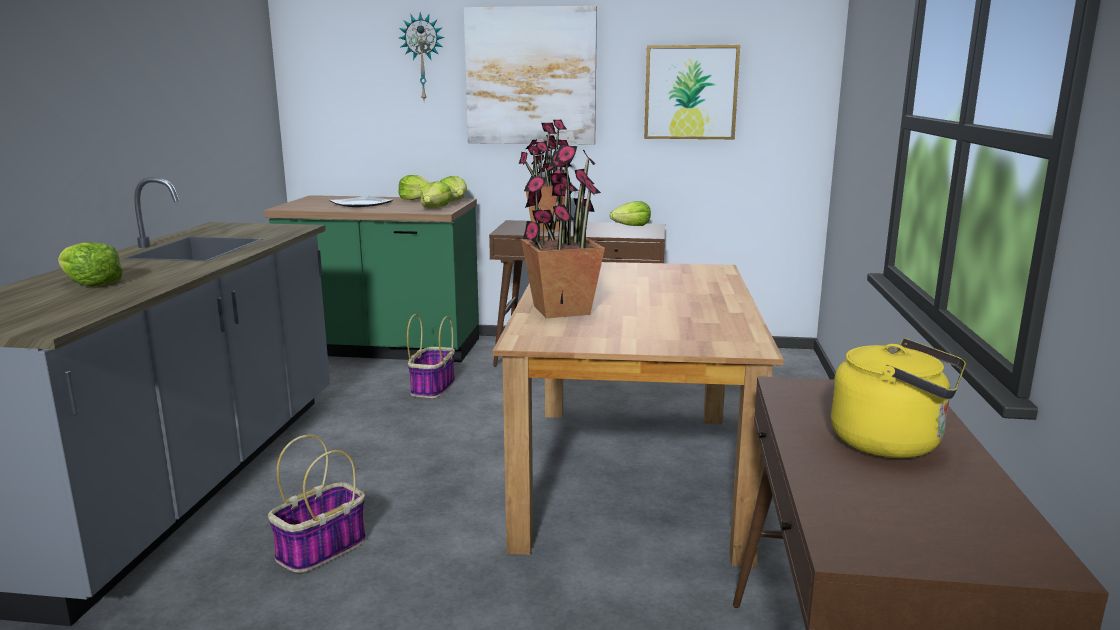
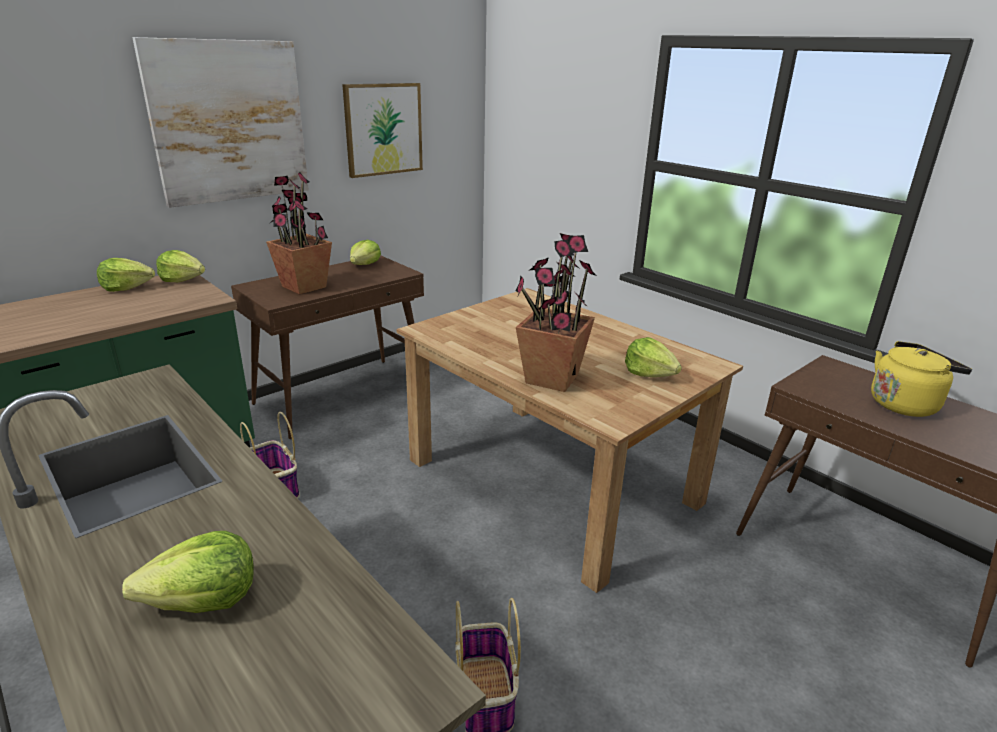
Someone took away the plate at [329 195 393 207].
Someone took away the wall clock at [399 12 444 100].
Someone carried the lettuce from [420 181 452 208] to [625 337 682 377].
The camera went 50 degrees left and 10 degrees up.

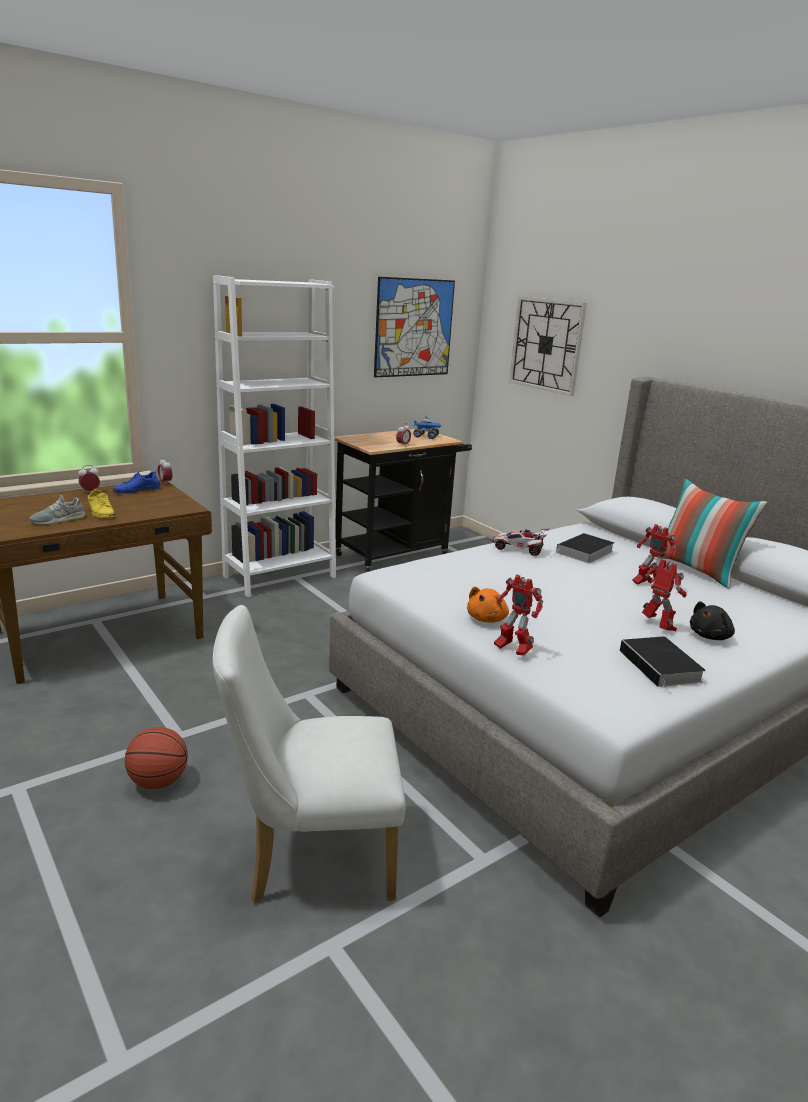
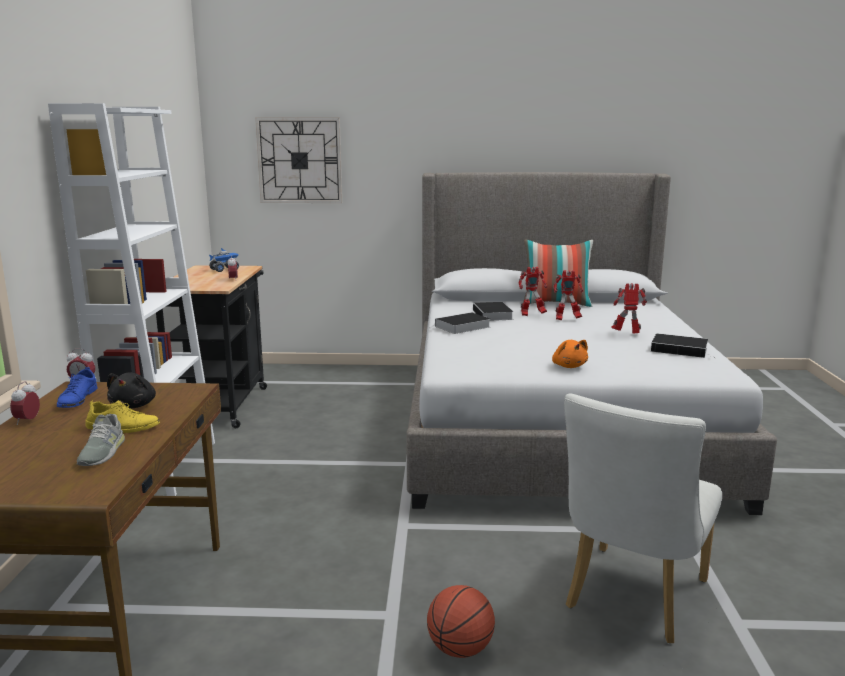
Someone took away the picture at [374 277 455 377].
Someone carried the toy robot from [494 574 543 656] to [518 267 547 316].
Someone carried the plush toy in black from [690 601 735 640] to [107 372 156 409].
Someone swapped the toy car at [492 529 549 556] for the book at [430 312 490 334].
The camera went 50 degrees left and 5 degrees down.

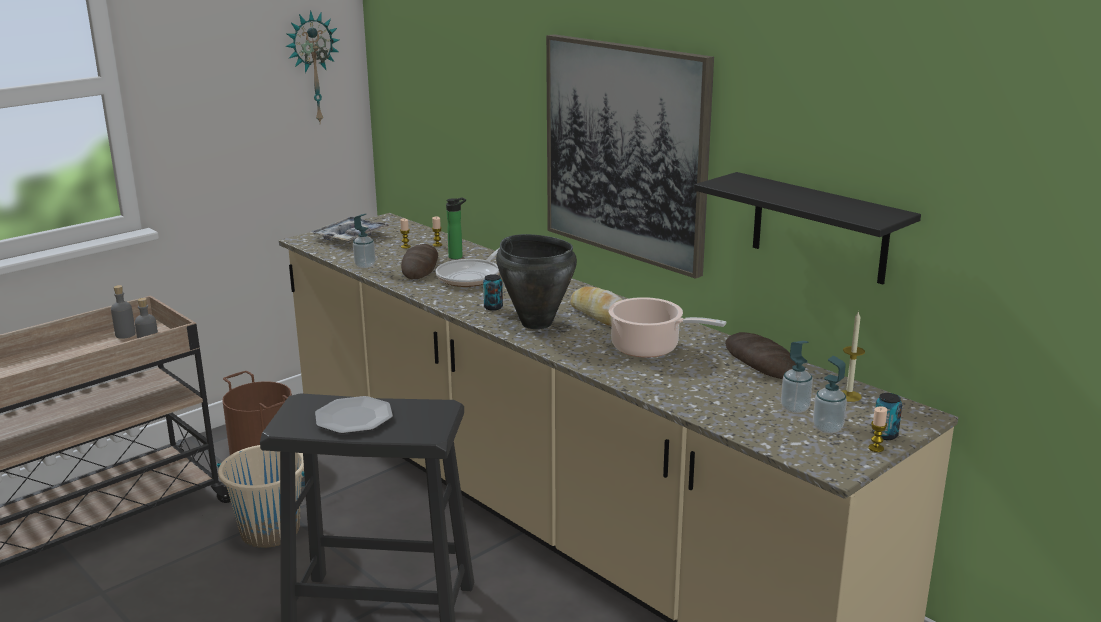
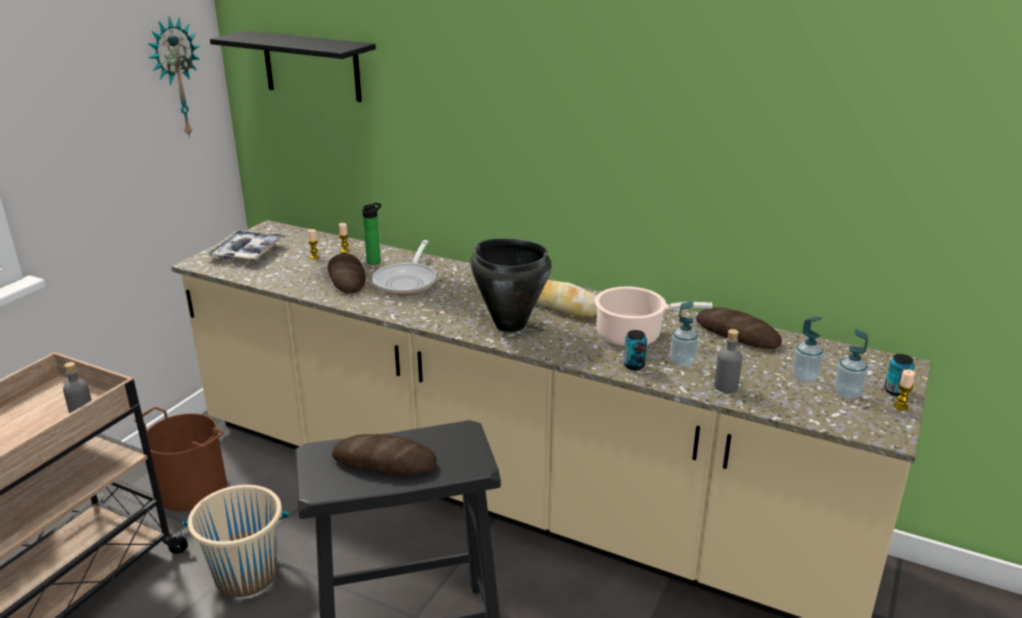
Someone took away the picture at [546 34 714 279].
Someone took away the candle at [842 311 865 402].
Someone carried the bottle in grey from [111 285 136 339] to [714 329 742 393].
Someone carried the soap dispenser from [353 214 376 268] to [670 301 699 367].
Someone carried the can from [483 274 503 311] to [624 330 647 370].
Someone carried the shelf in black from [694 172 921 284] to [210 31 376 102].
Someone swapped the plate at [315 396 393 434] for the bread at [332 434 437 475].
The camera went 20 degrees left and 5 degrees up.

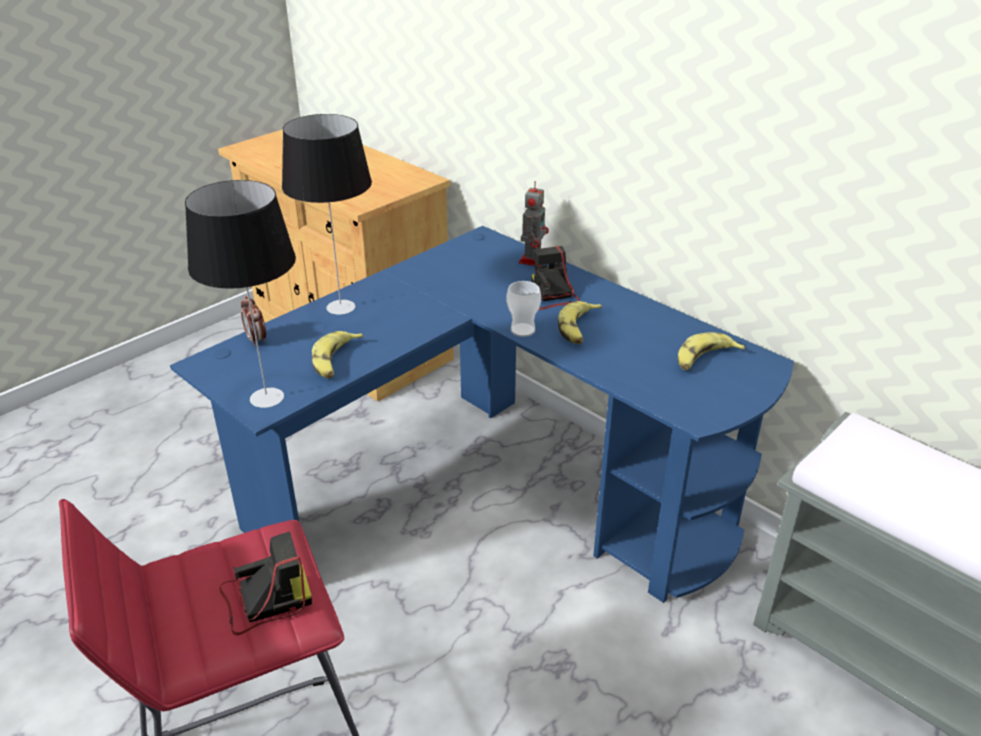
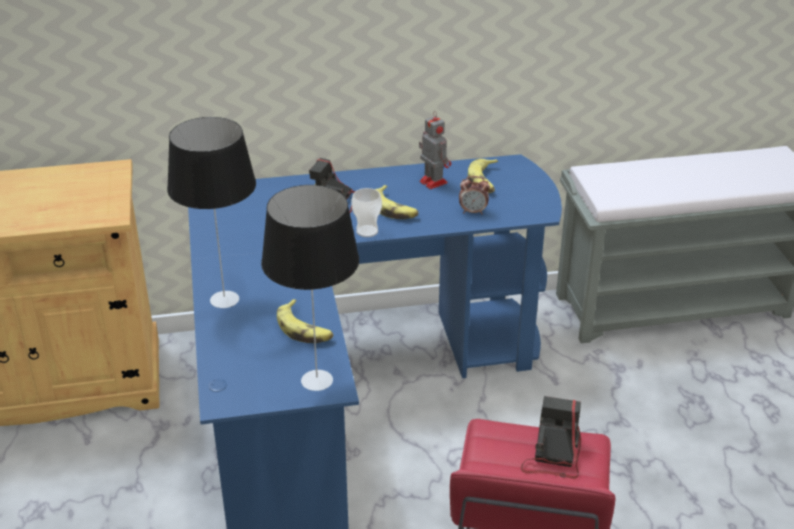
Someone carried the alarm clock from [241 296 266 347] to [459 176 490 214].
Someone carried the toy robot from [519 181 549 266] to [419 111 451 189].
The camera went 55 degrees left and 0 degrees up.

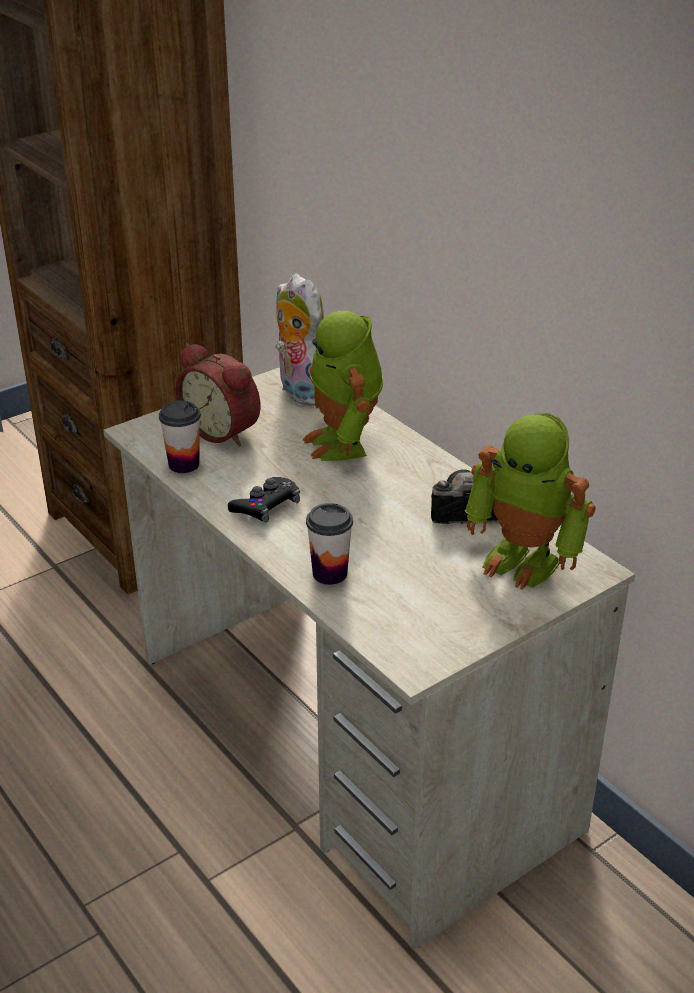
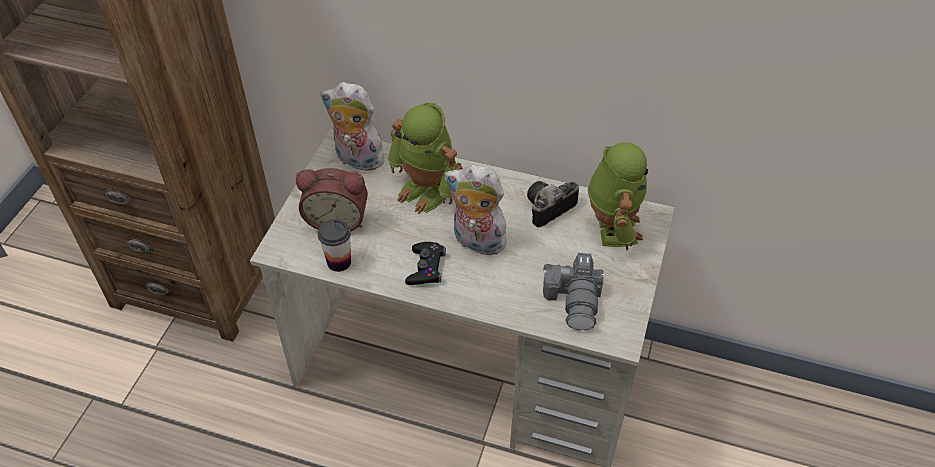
Someone took away the cup at [306 503 353 585].
Someone put down the plush toy at [445 165 507 258].
Someone put down the photo camera at [543 253 606 330].
Someone rotated the toy robot at [465 413 596 590] by 90 degrees counterclockwise.
The camera went 35 degrees left and 15 degrees up.

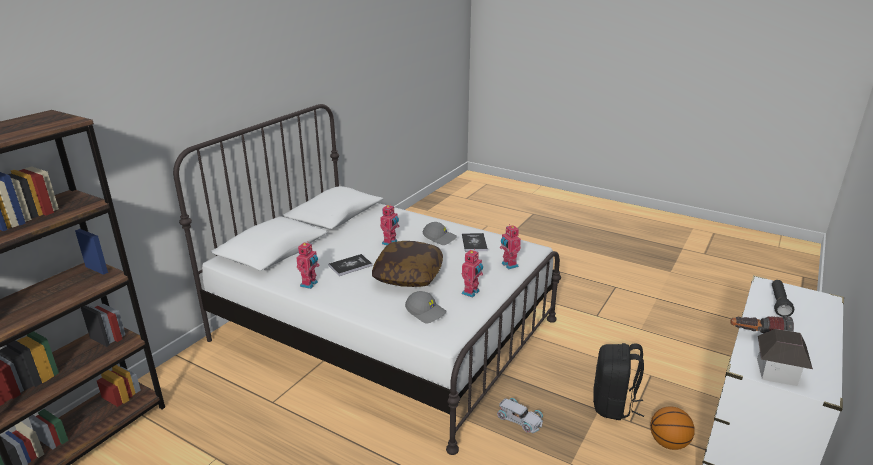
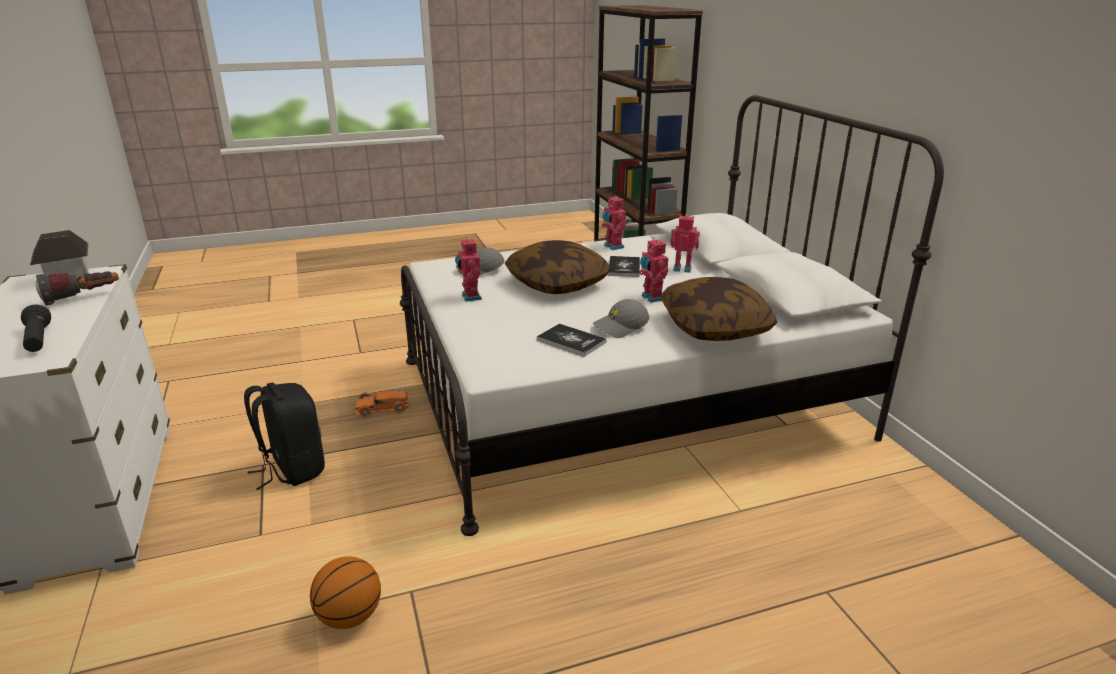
Someone put down the pillow at [661 277 777 341].
Someone carried the toy robot from [500 224 521 269] to [670 215 700 273].
Someone carried the basketball from [650 406 695 450] to [310 556 381 629].
Someone repainted the toy car in white at [497 398 543 433], which became the toy car in orange at [355 388 409 417].
The camera went 130 degrees right and 0 degrees up.

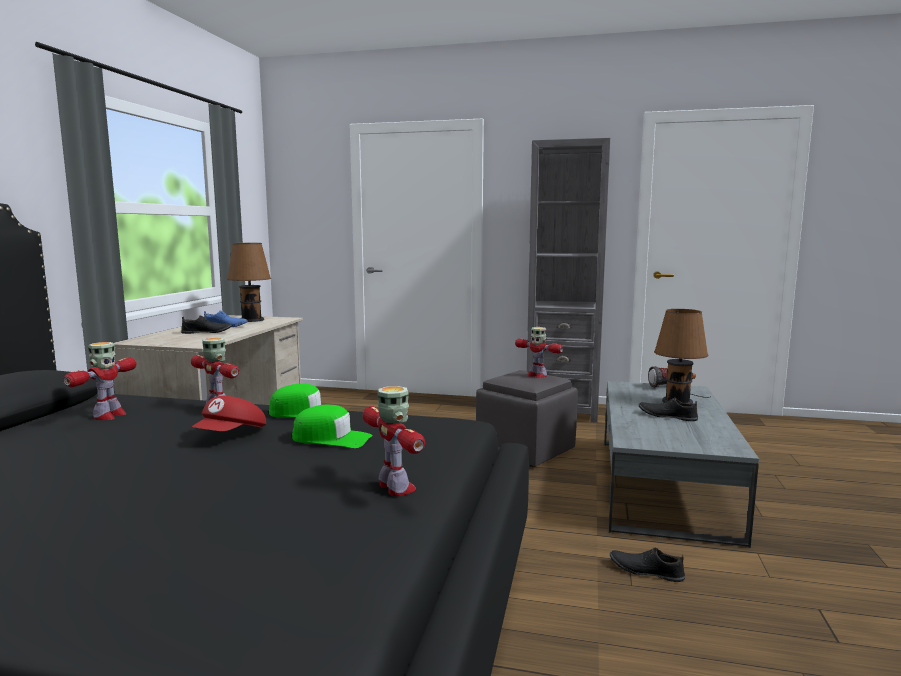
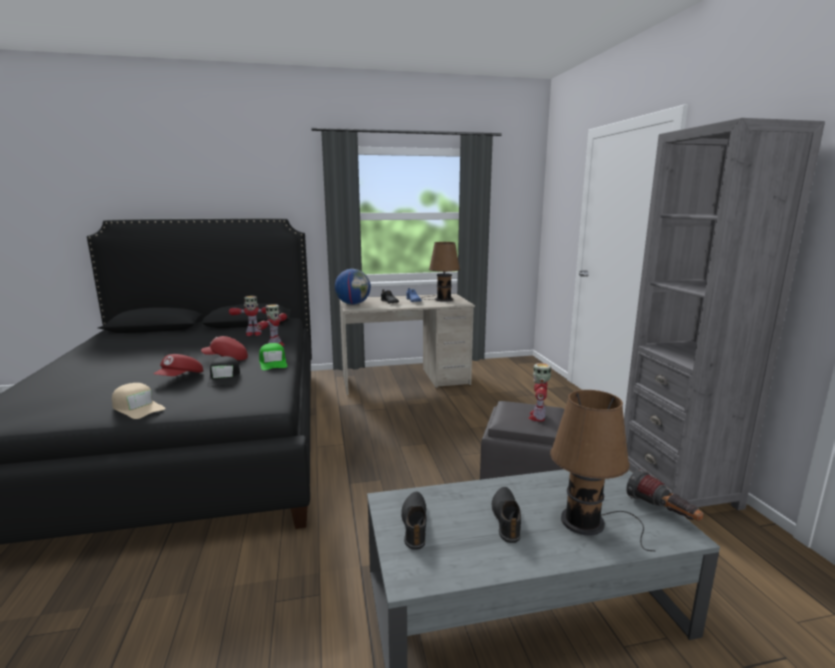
Someone put down the cap in red at [154 354 203 376].
Someone put down the globe at [335 269 371 305].
Someone carried the shoe in black from [610 547 685 582] to [401 492 426 550].
Someone swapped the toy robot at [363 386 425 496] for the cap in beige at [112 383 165 419].
Someone repainted the cap in green at [292 405 373 448], which became the cap in black at [207 356 240 387].
The camera went 65 degrees right and 5 degrees up.

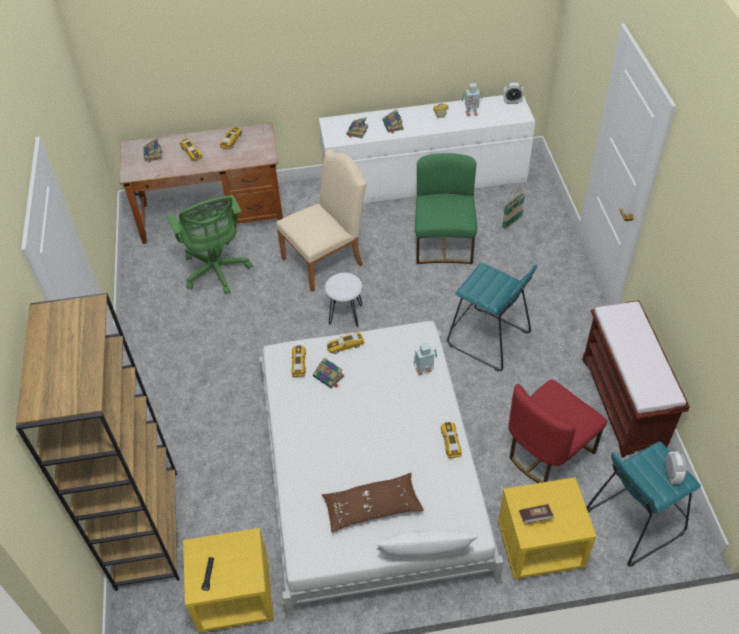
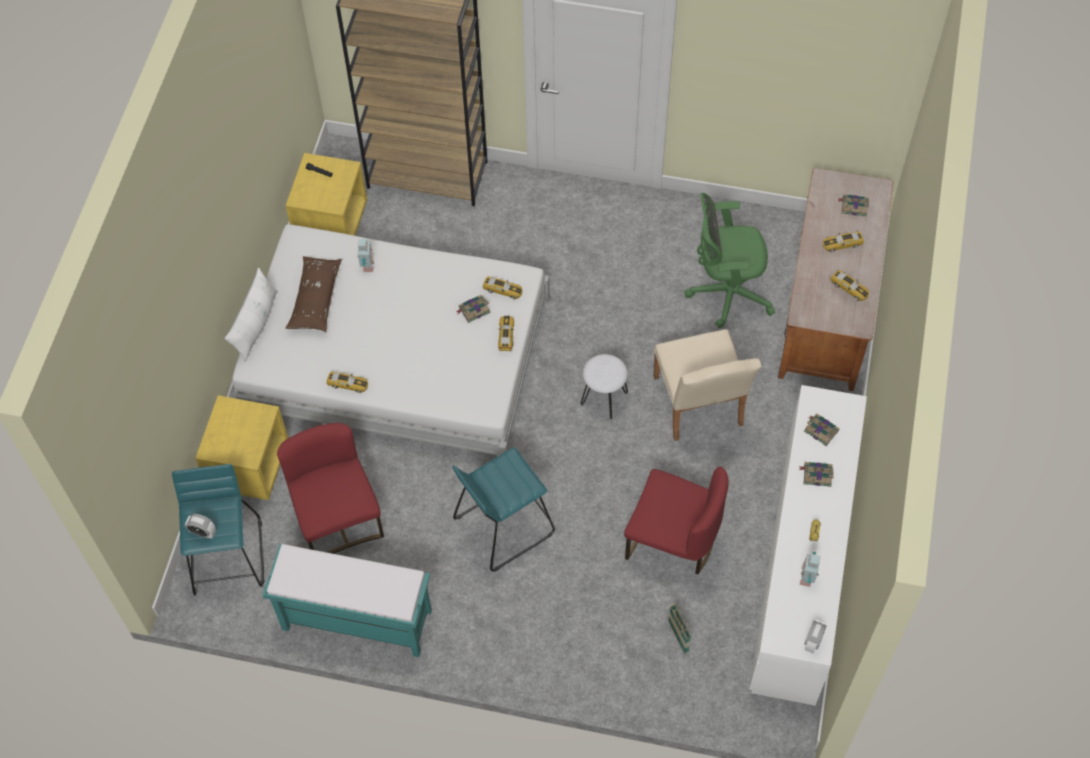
Someone took away the book at [519 504 554 524].
Someone carried the toy robot from [414 343 437 376] to [358 239 374 272].
Someone repainted the chair in green at [415 153 477 264], which became the chair in red at [624 467 729 575].
Someone repainted the bench in brown at [582 300 690 458], which became the bench in turquoise at [263 544 432 657].
The camera went 110 degrees right and 10 degrees up.

